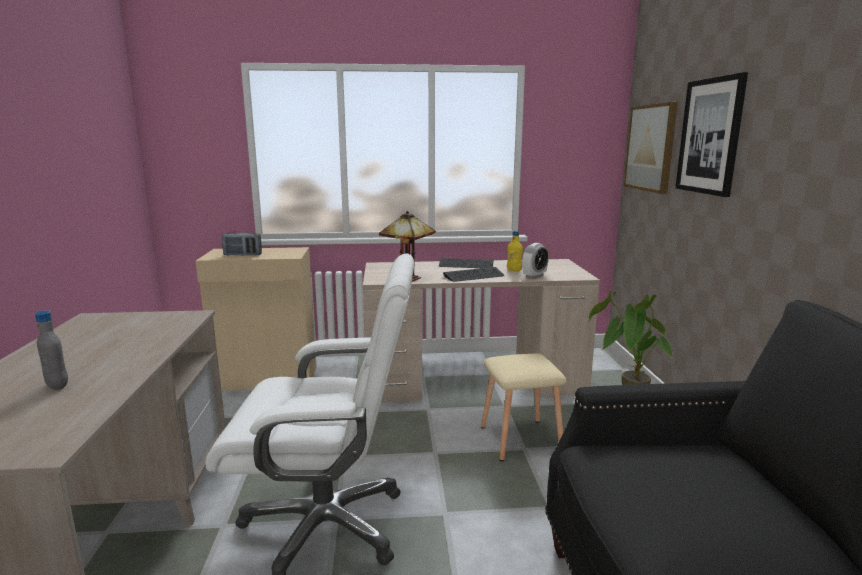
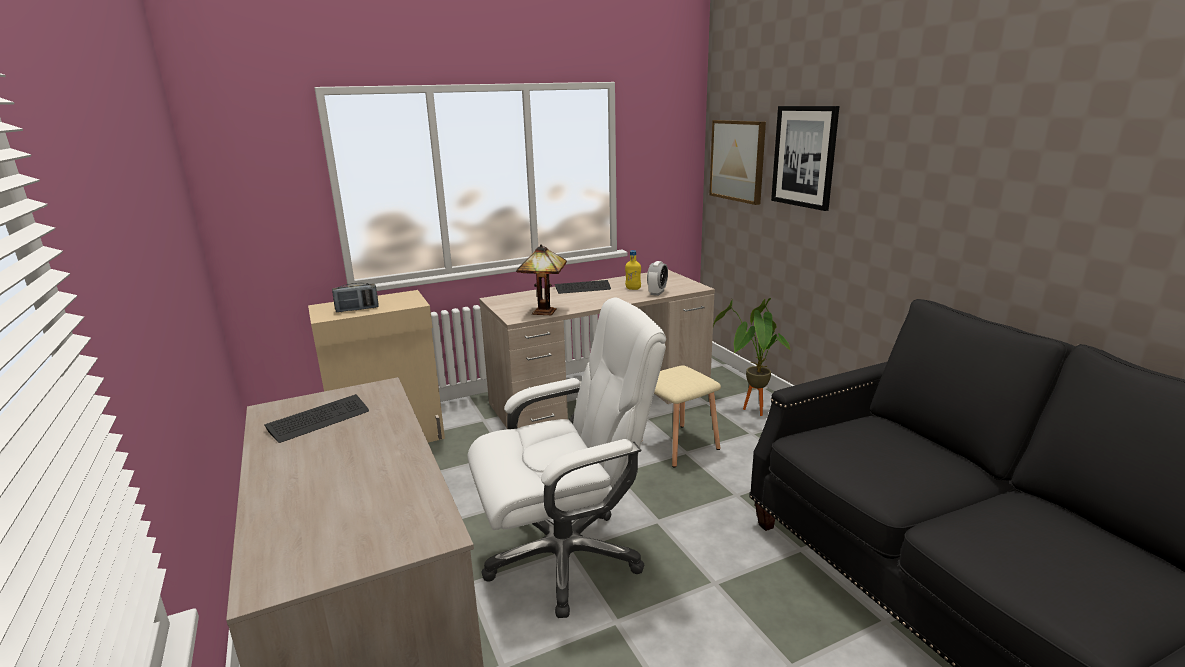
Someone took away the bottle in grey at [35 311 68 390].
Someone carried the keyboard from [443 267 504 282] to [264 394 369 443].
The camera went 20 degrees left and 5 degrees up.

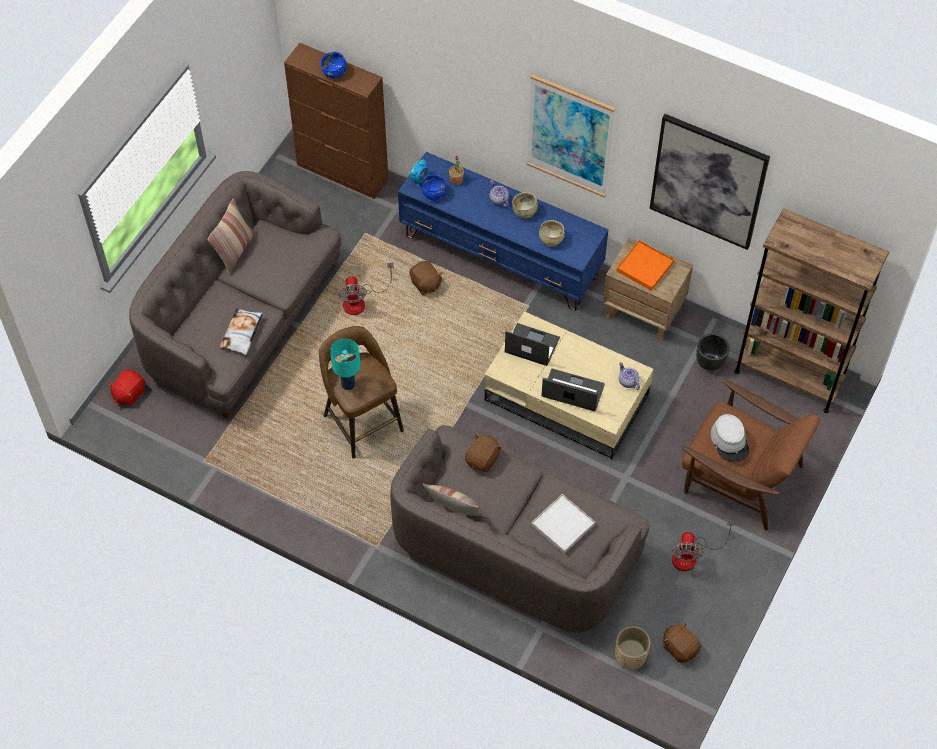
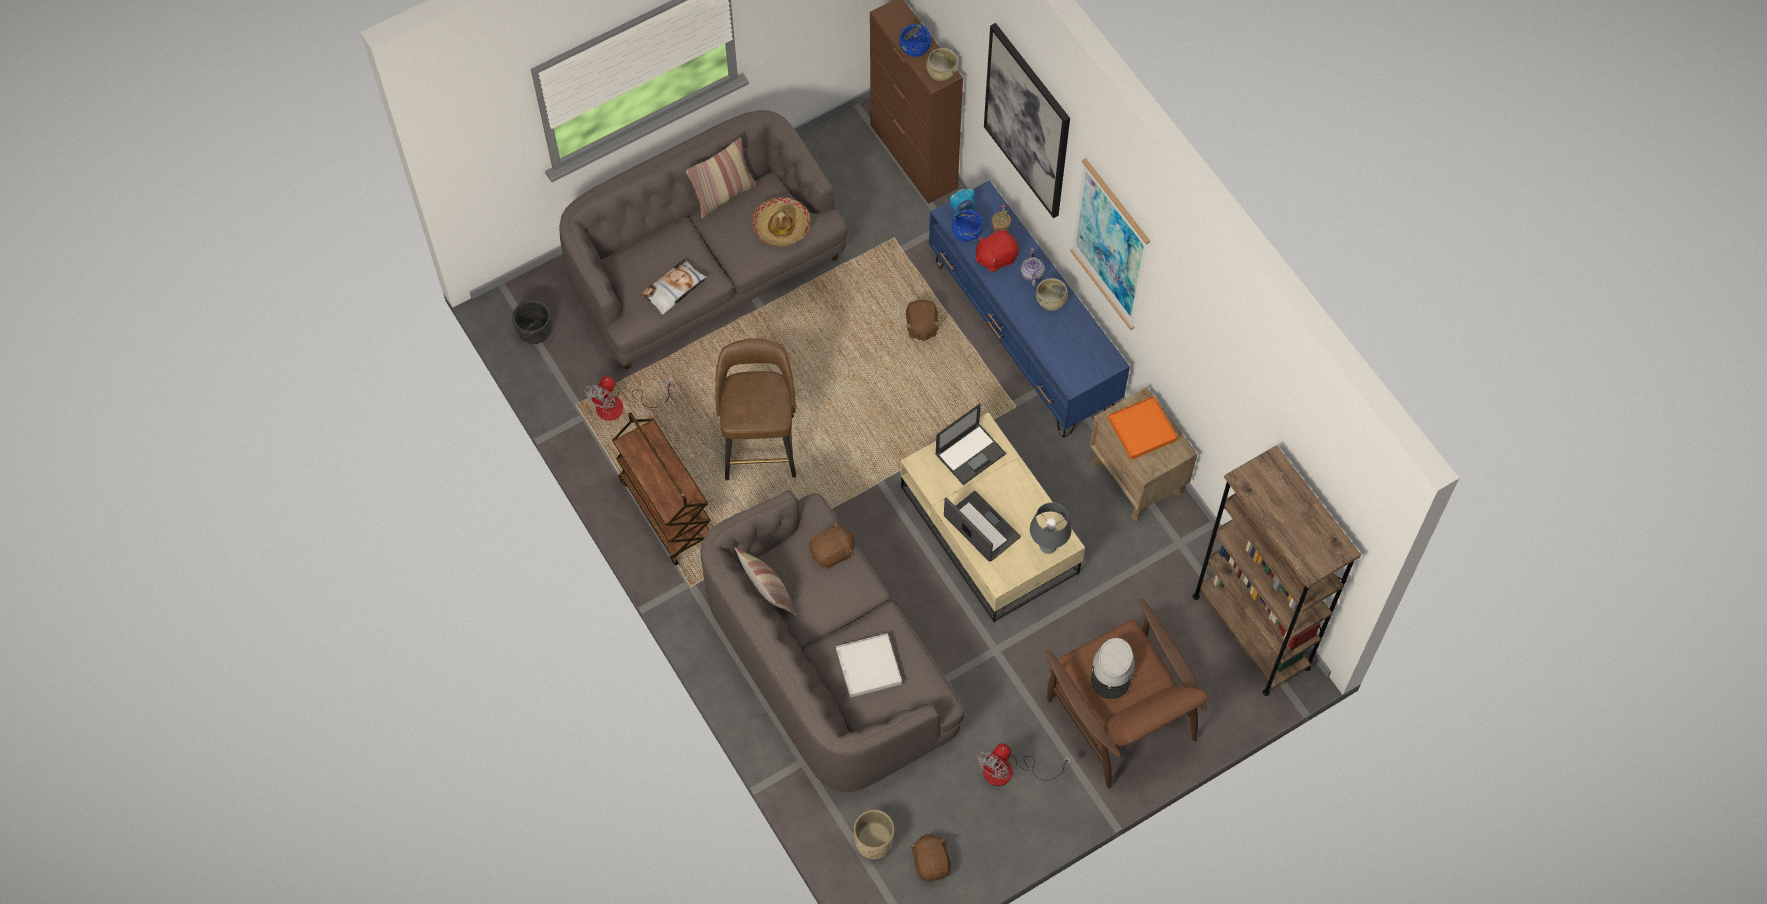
Someone took away the table lamp in turquoise at [330 339 361 390].
Someone put down the cart in brown at [612 412 711 566].
Someone put down the hat at [753 197 810 247].
Someone carried the plush toy in red from [108 370 145 406] to [975 230 1019 273].
Someone carried the fan from [338 263 394 315] to [584 376 674 420].
Someone carried the bowl in beige from [539 220 565 247] to [926 48 958 81].
Someone carried the picture from [650 114 770 250] to [984 23 1070 218].
Someone carried the planter in black from [696 333 730 371] to [512 300 552 344].
Someone swapped the teapot at [619 362 640 390] for the table lamp in grey at [1030 502 1071 554].
Someone rotated the laptop at [504 323 560 366] by 90 degrees clockwise.
The camera went 30 degrees right and 5 degrees up.

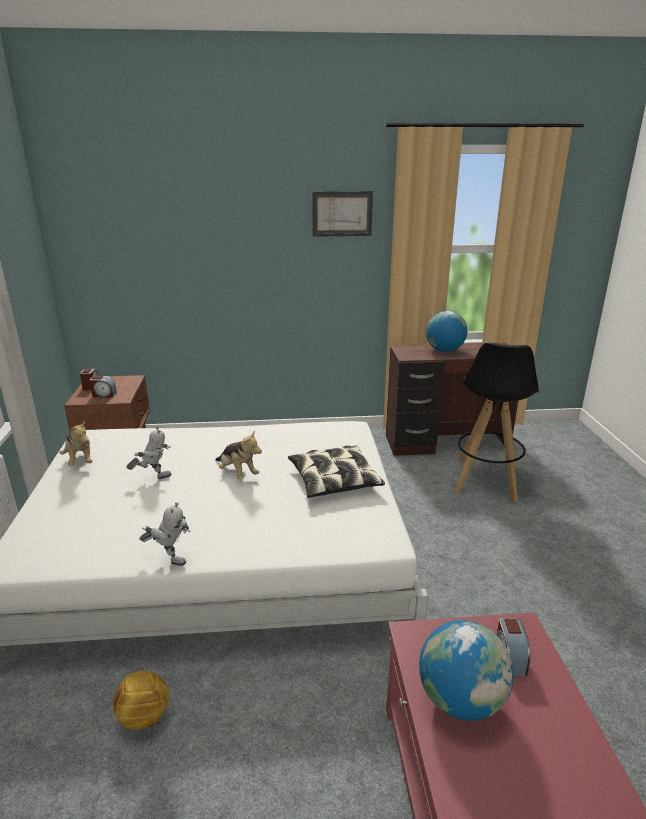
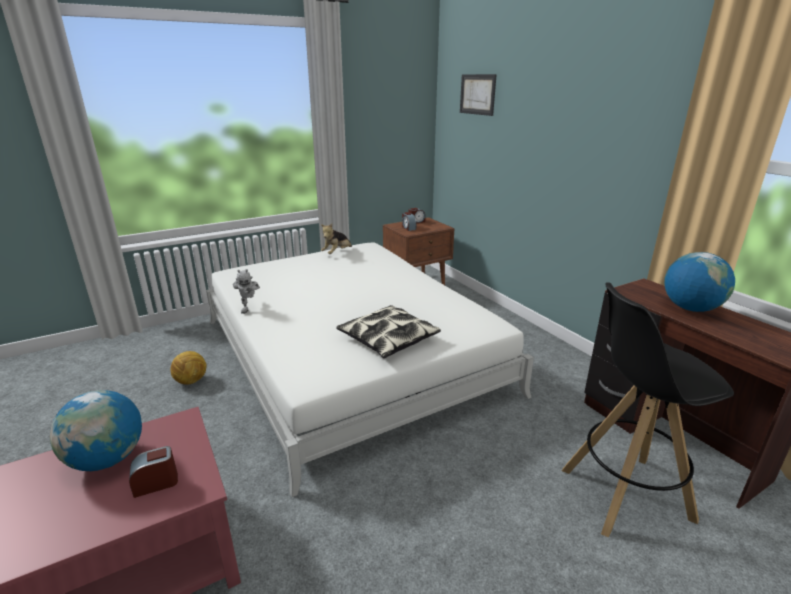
Someone took away the toy robot at [126 426 171 479].
Someone took away the plush toy at [215 430 262 479].
Someone carried the picture from [312 191 373 237] to [460 74 497 116].
The camera went 65 degrees right and 0 degrees up.

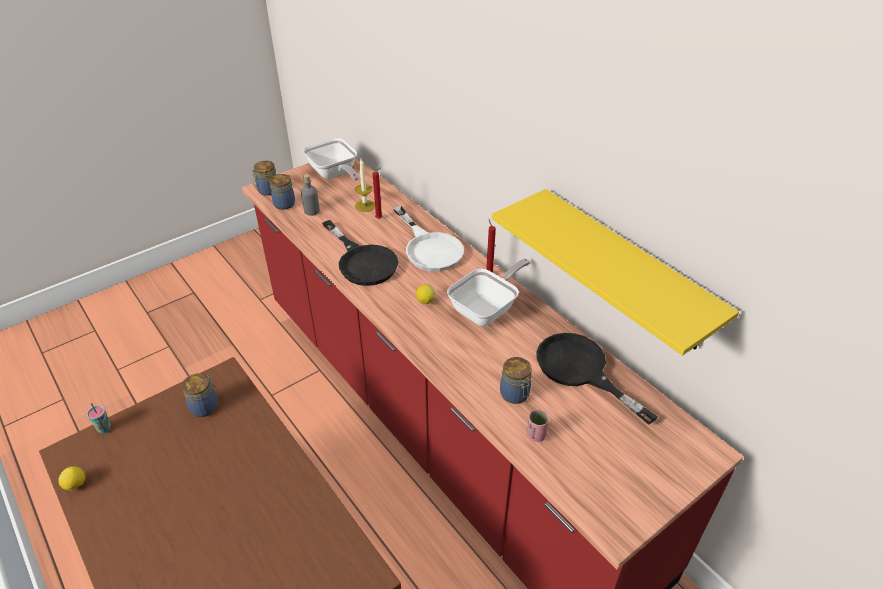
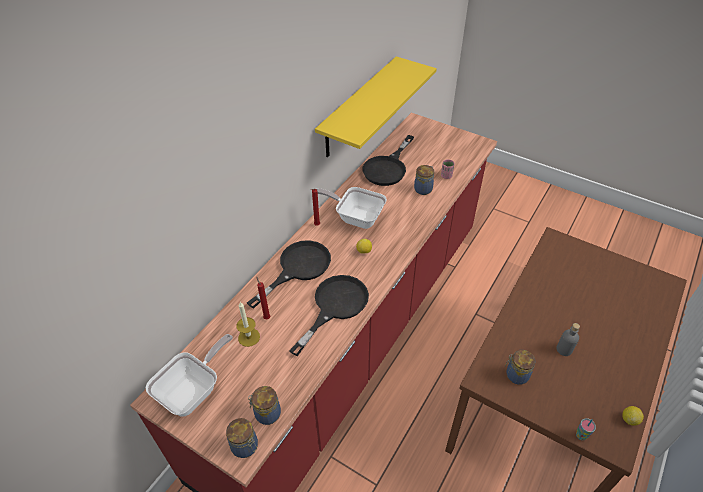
Someone carried the bottle in grey from [301 174 320 216] to [556 323 580 356].
Someone repainted the frying pan in white at [393 206 464 272], which became the frying pan in black at [247 240 331 308].
The camera went 110 degrees left and 5 degrees up.

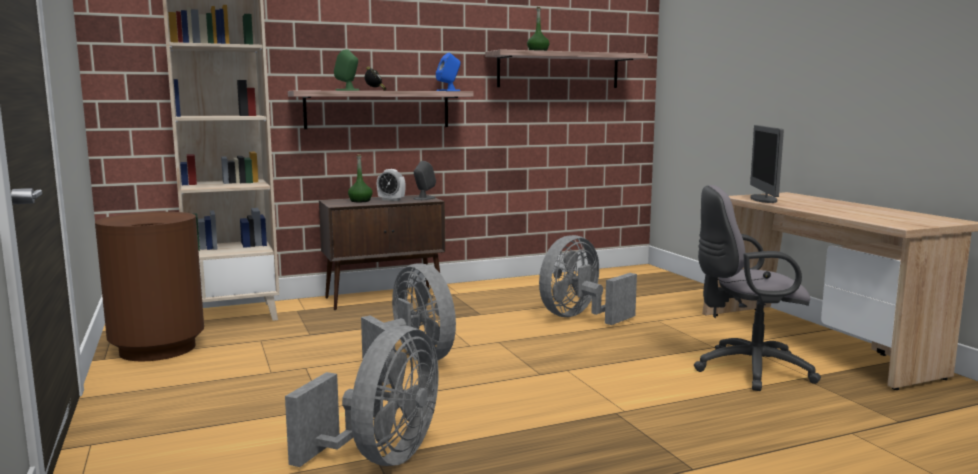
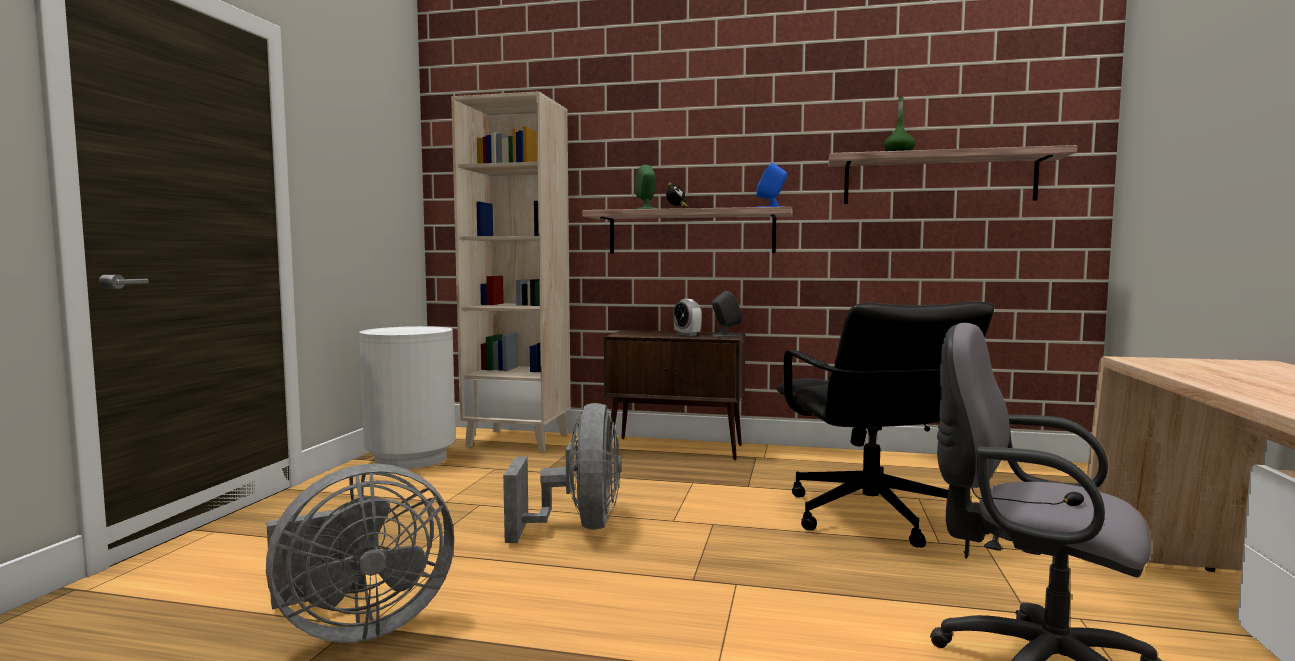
Someone took away the bottle in green at [348 154 373 202].
Someone took away the monitor at [750 125 784 203].
Someone swapped the fan in grey at [539 235 637 325] for the office chair in black at [777 301 994 548].
Someone repainted the trash can in brown at [95 212 204 361], which became the trash can in white at [359 326 456 469].
The camera went 35 degrees right and 5 degrees down.

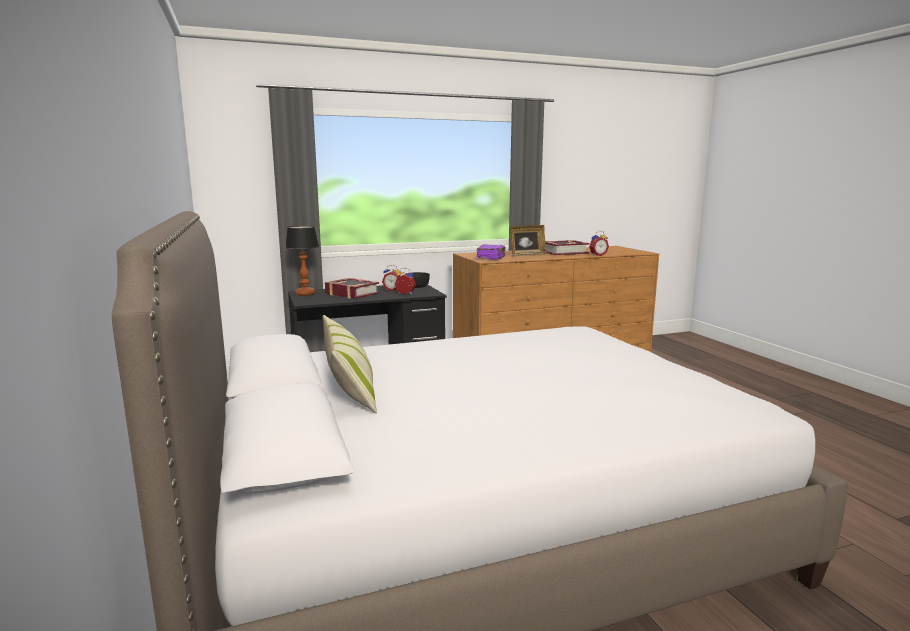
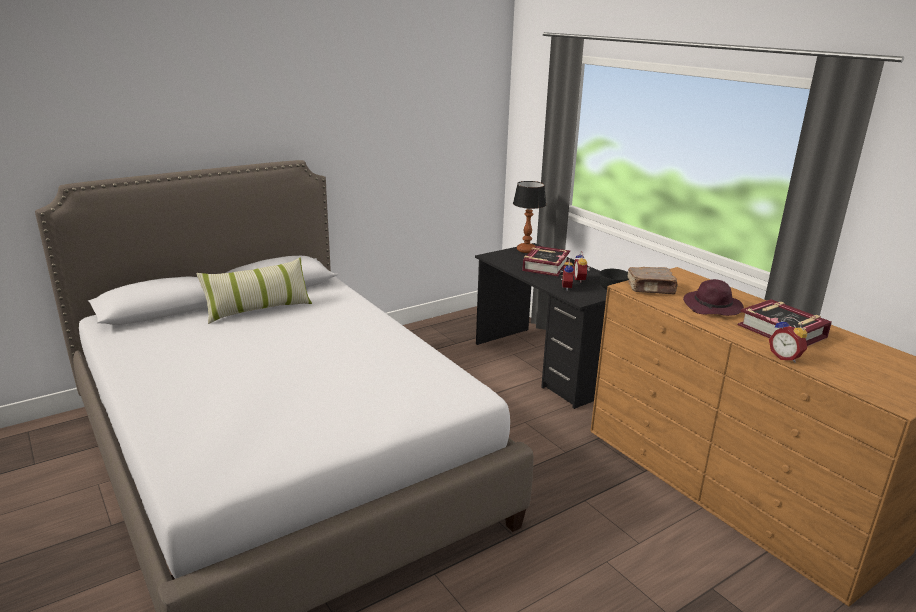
Someone swapped the picture frame at [510 225 547 256] for the hat in purple at [683 279 744 316].
Someone repainted the book in purple at [477 244 506 260], which became the book in brown at [627 267 678 294].
The camera went 75 degrees right and 10 degrees up.

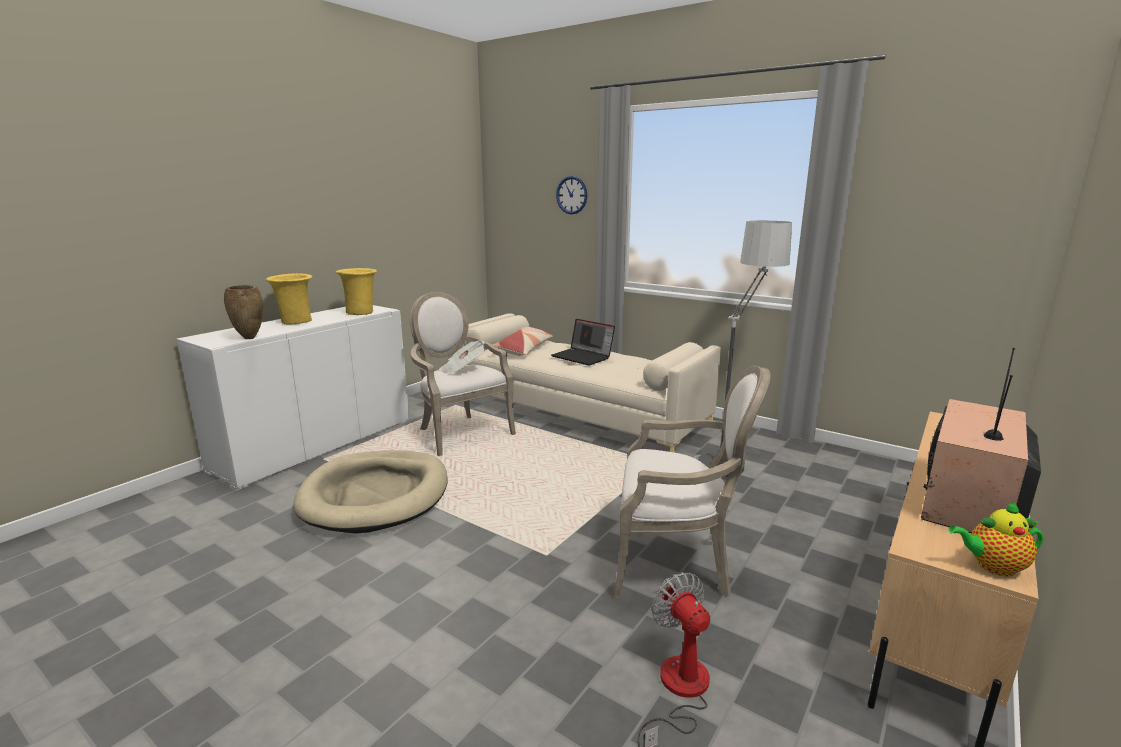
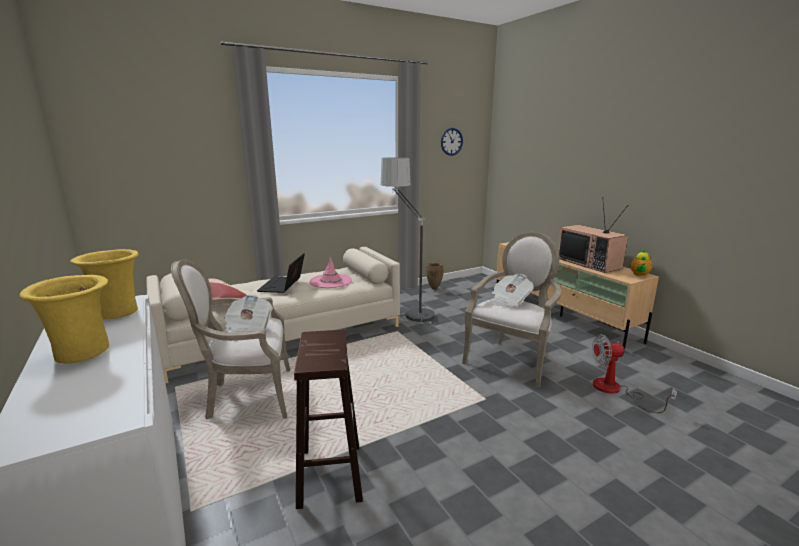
Someone put down the hat in pink at [309 256 352 288].
Someone put down the newspaper at [491 274 534 307].
Someone carried the vase in brown from [224 285 263 339] to [426 263 443 290].
Someone carried the wall clock from [556 176 587 214] to [441 128 463 156].
Someone swapped the dog bed in beige at [293 450 448 534] for the stool in brown at [294 330 363 509].
Someone rotated the laptop at [551 319 615 366] by 120 degrees clockwise.
The camera went 65 degrees left and 0 degrees up.

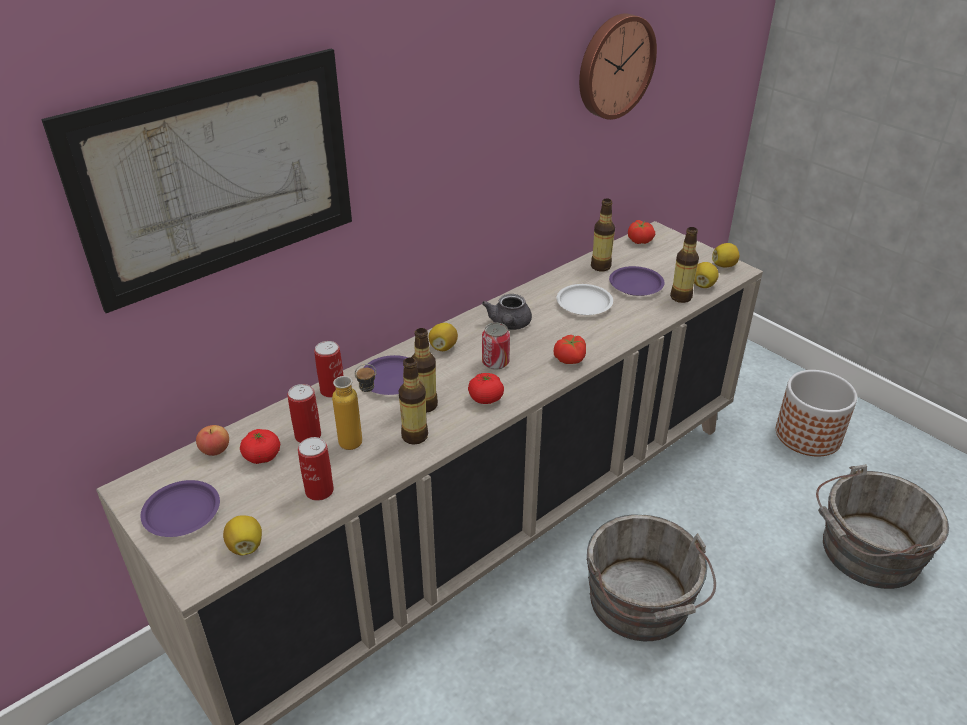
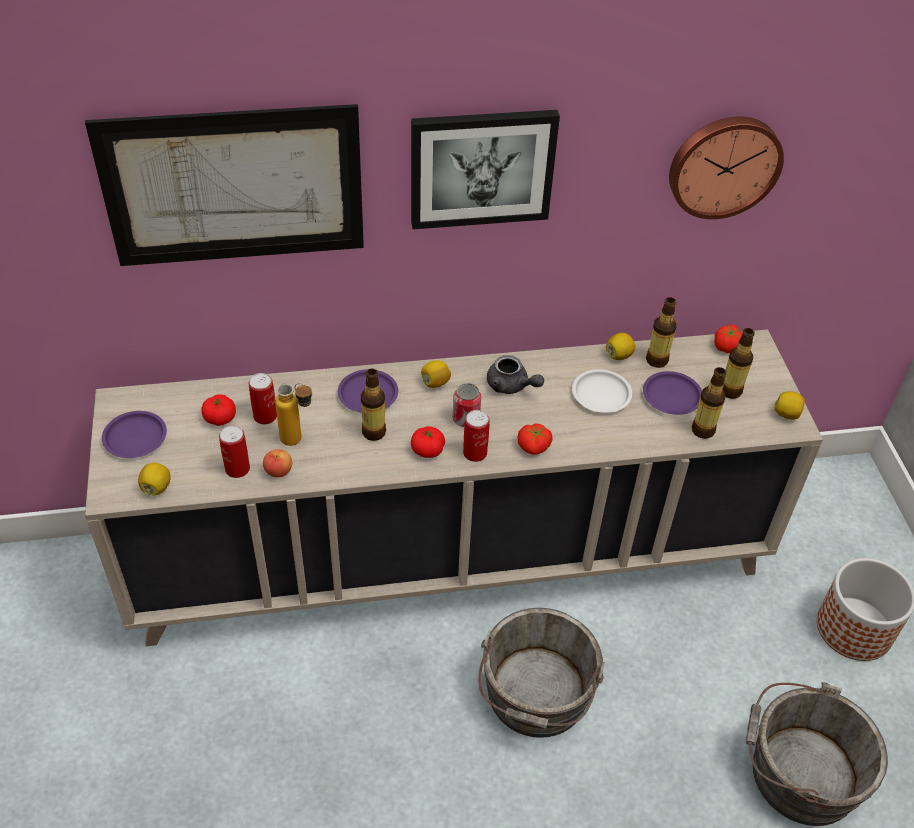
Someone put up the picture at [411 110 560 229].
Someone carried the apple from [196 425 229 456] to [263 449 292 478].
Someone carried the can from [314 341 343 398] to [463 410 490 462].
Someone carried the bottle from [399 358 428 445] to [723 328 755 399].
Someone carried the lemon from [694 262 719 288] to [606 333 635 360].
Someone rotated the teapot in grey at [482 294 532 330] by 90 degrees counterclockwise.
The camera went 30 degrees right and 10 degrees up.

